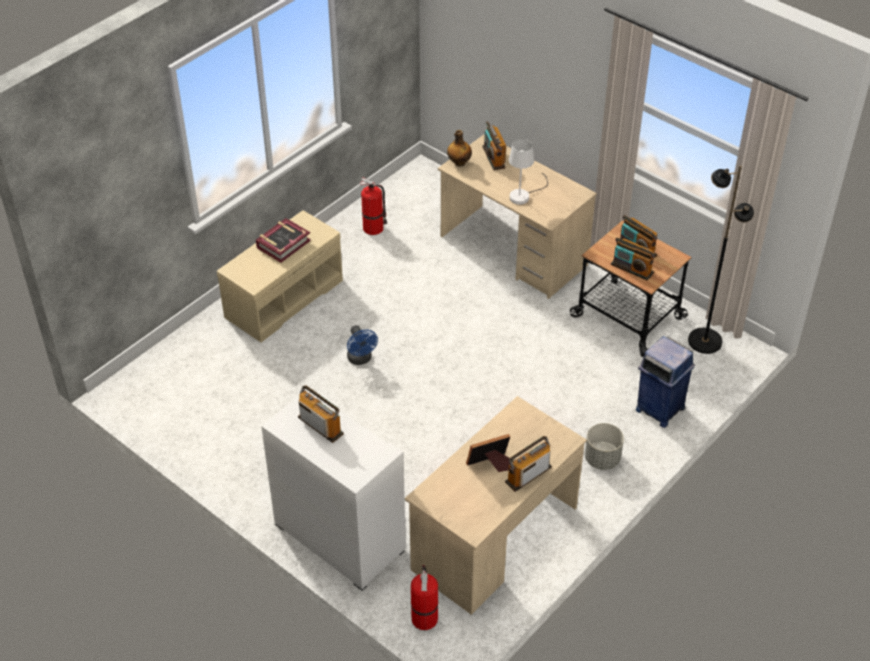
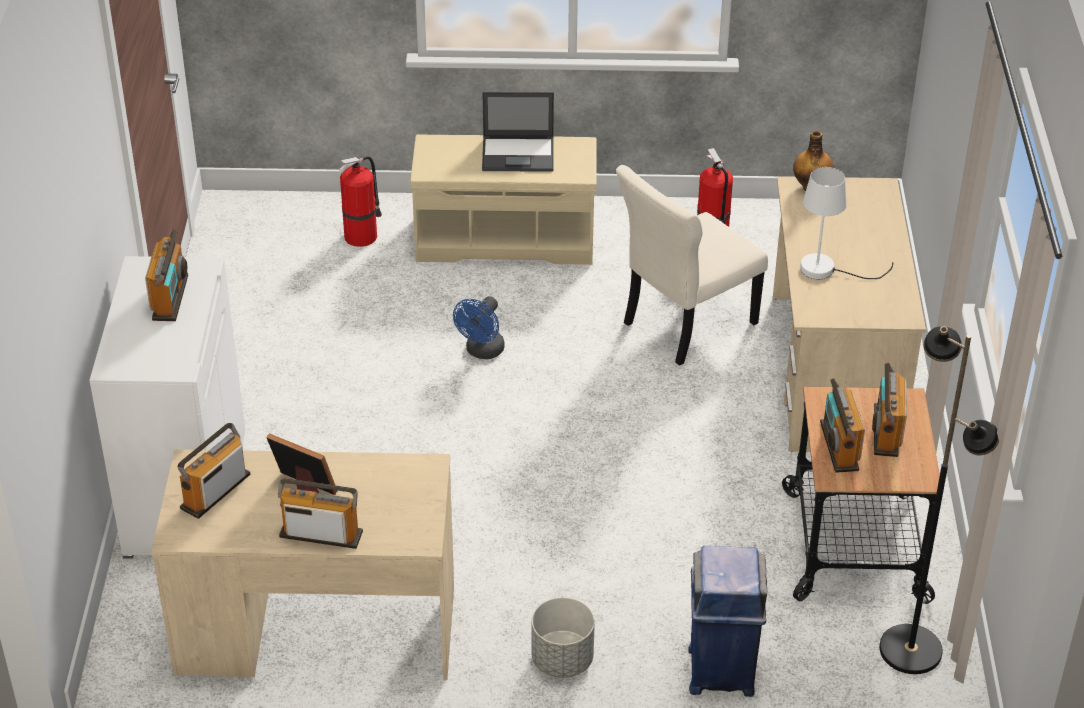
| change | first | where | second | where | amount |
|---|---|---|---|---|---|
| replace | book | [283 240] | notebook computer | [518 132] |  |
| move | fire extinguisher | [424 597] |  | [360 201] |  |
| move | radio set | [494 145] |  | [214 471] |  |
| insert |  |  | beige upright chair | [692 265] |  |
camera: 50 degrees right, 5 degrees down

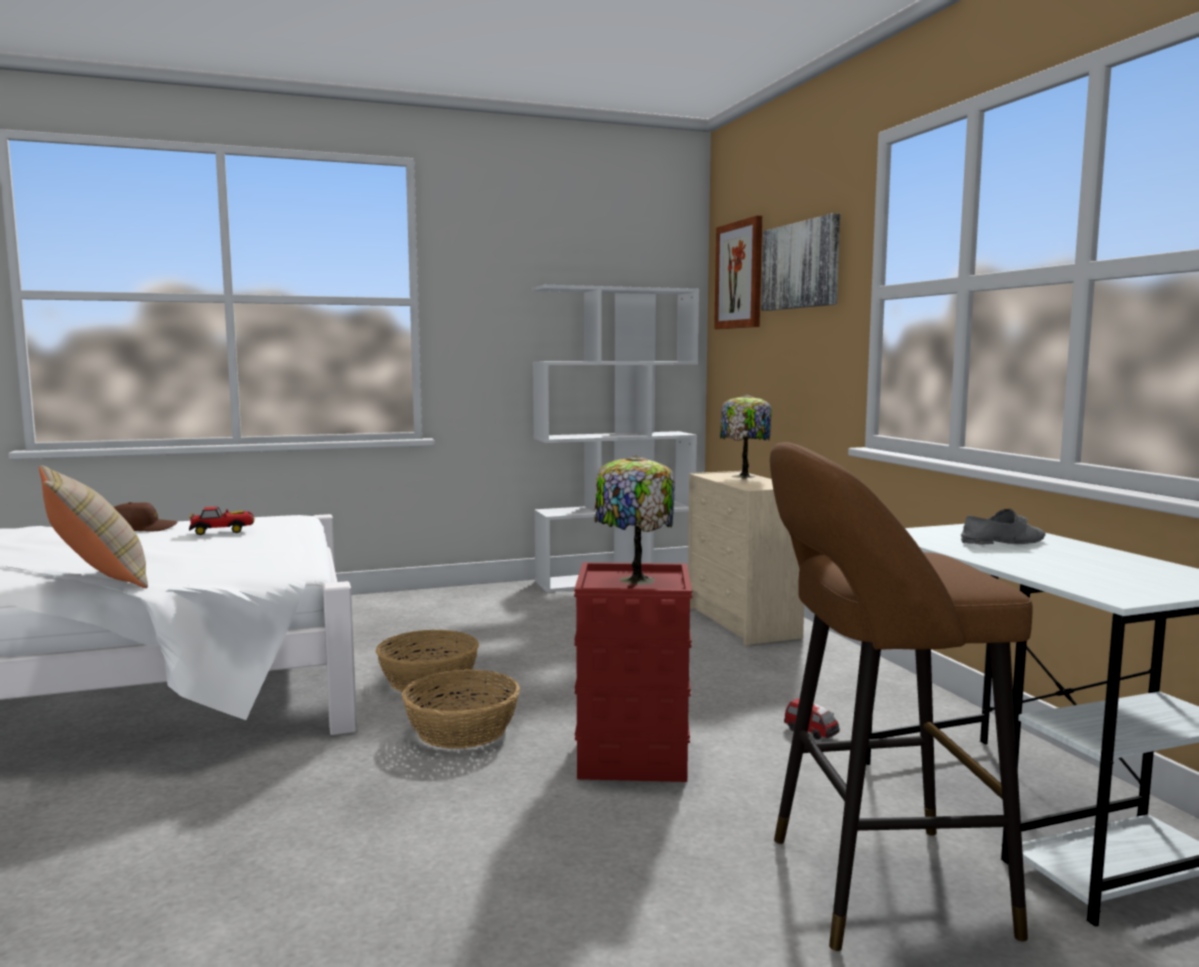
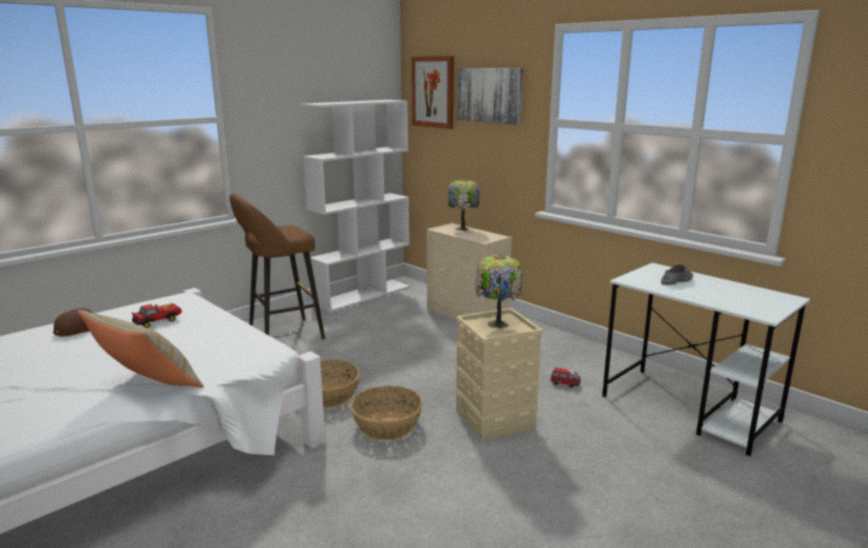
| change | first | where | second | where | amount |
|---|---|---|---|---|---|
| recolor | red-coloured storage box | [633 672] | beige storage box | [499 374] |  |
| move | brownish sitting stool | [901 696] |  | [277 267] |  |
camera: 25 degrees left, 10 degrees up

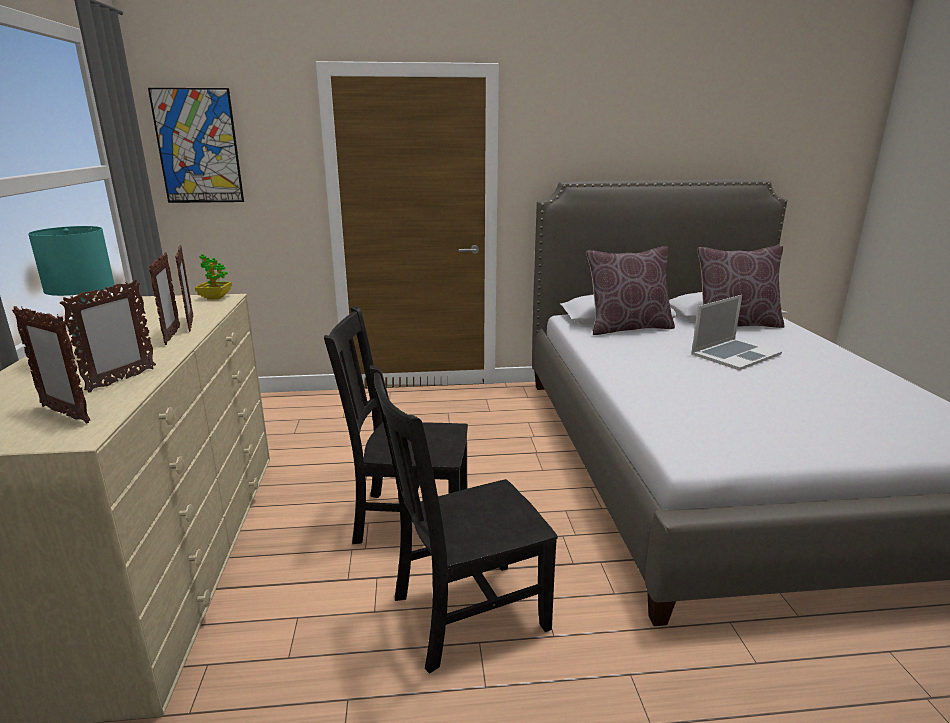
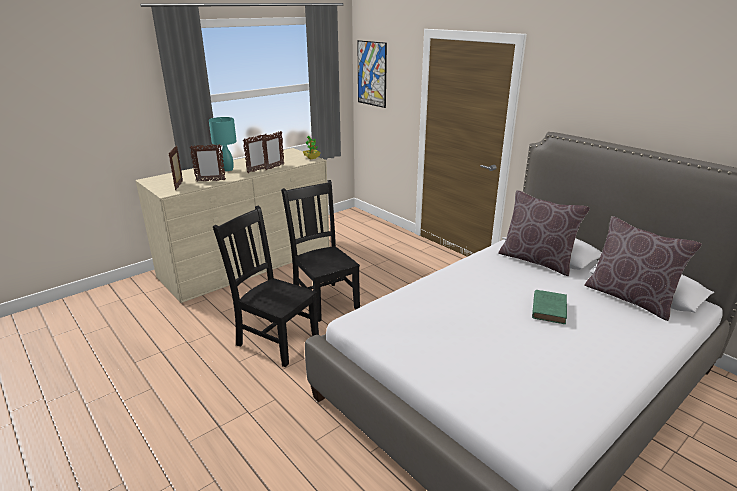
| change | first | where | second | where | amount |
|---|---|---|---|---|---|
| replace | notebook computer | [736 332] | greenish book | [549 307] |  |
camera: 55 degrees right, 5 degrees up

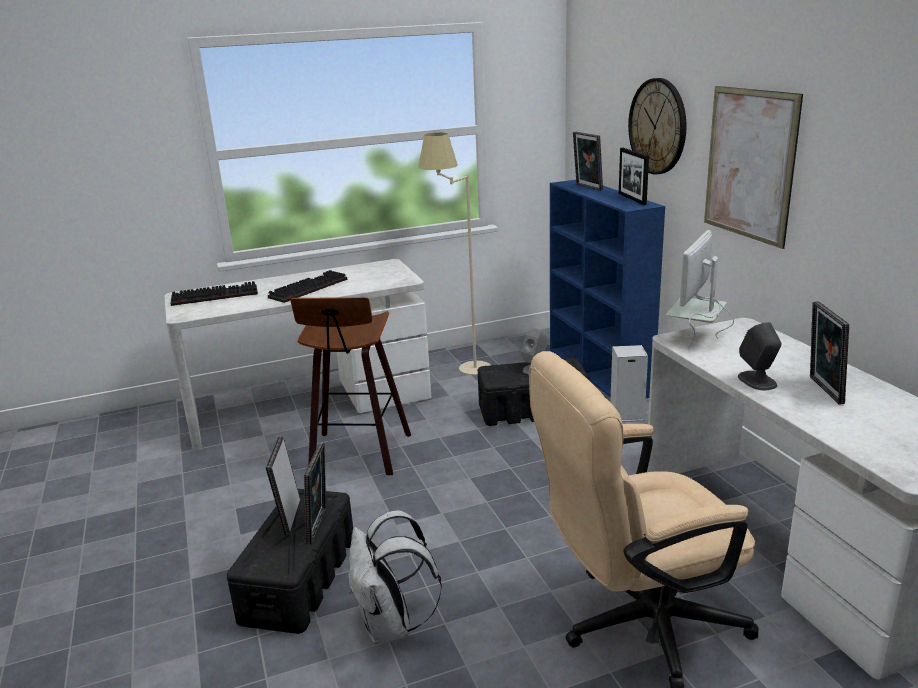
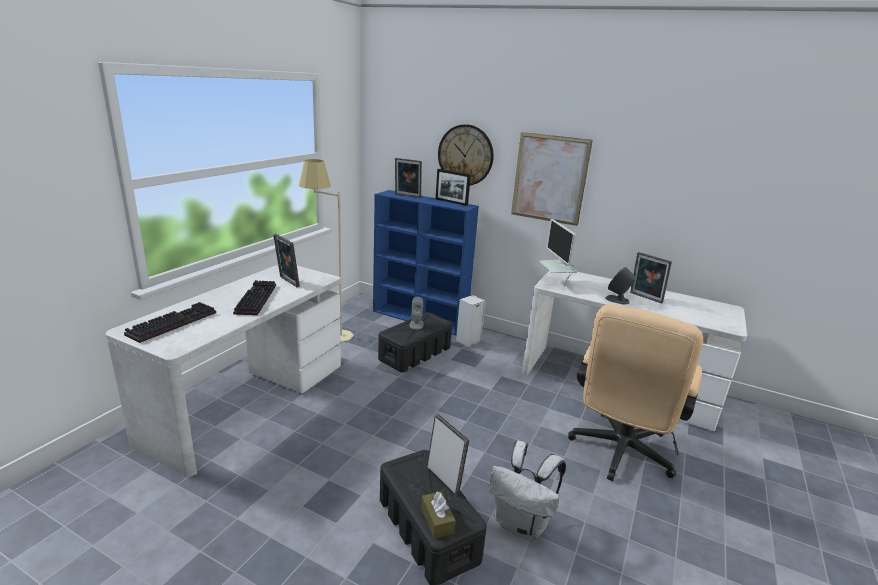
| change | first | where | second | where | amount |
|---|---|---|---|---|---|
| move | photo frame | [283 485] |  | [286 260] |  |
| delete | sitting stool | [351 386] |  |  |  |
| insert |  |  | brownish tissue holder | [438 515] |  |
camera: 45 degrees left, 0 degrees up

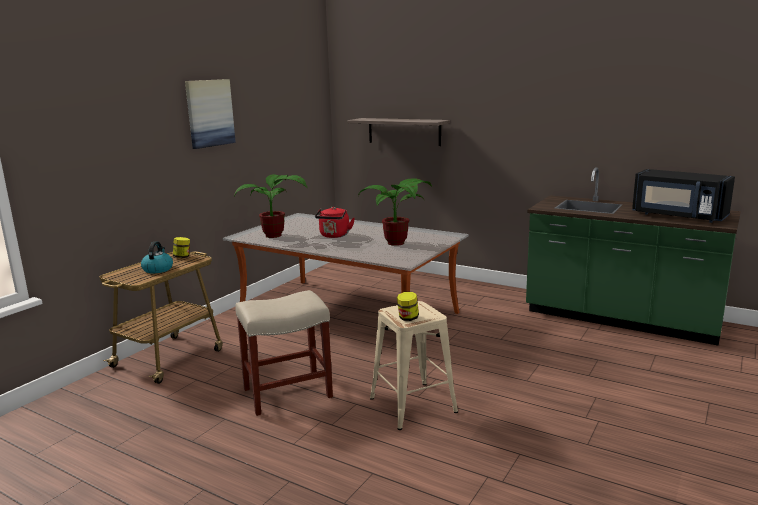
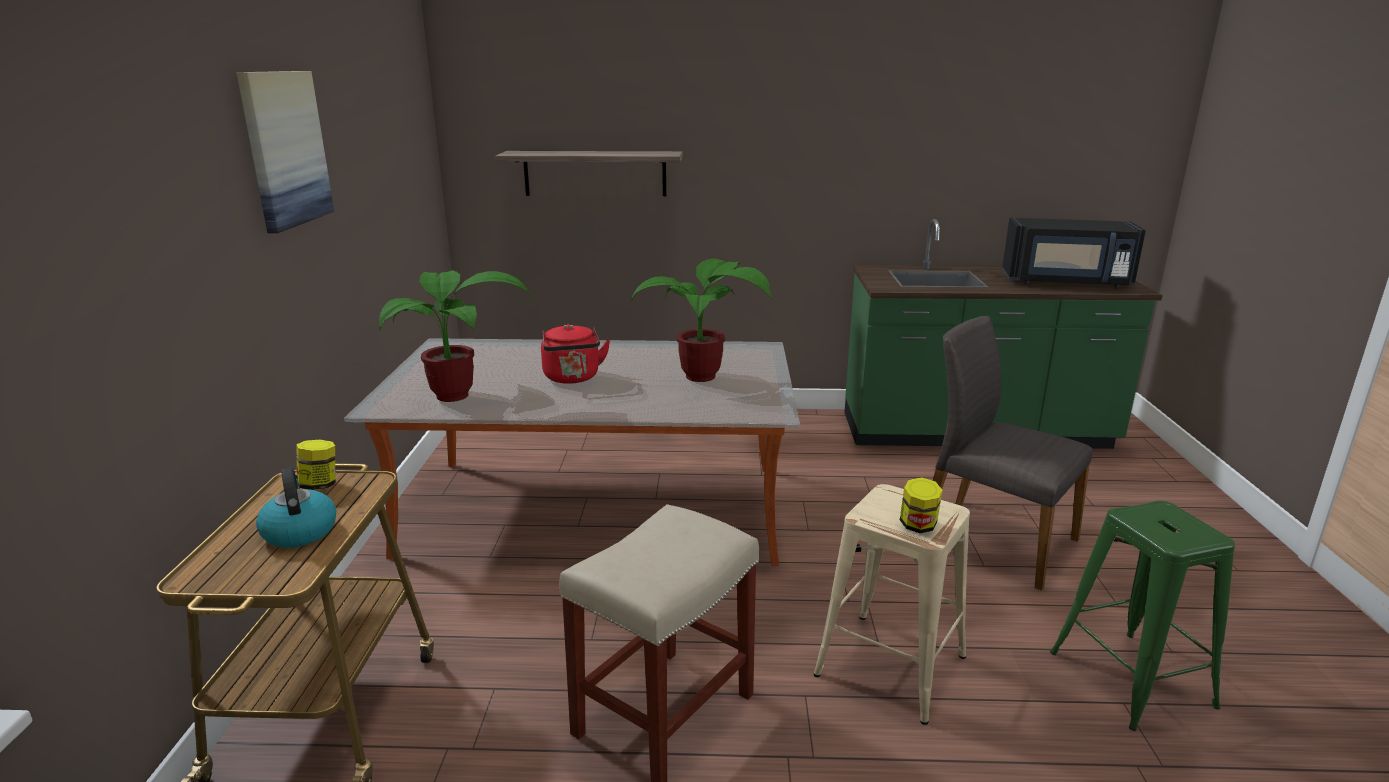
| change | first | where | second | where | amount |
|---|---|---|---|---|---|
| insert |  |  | greyish upright chair | [1013 453] |  |
| insert |  |  | greenish sitting stool | [1142 615] |  |
camera: 30 degrees left, 5 degrees up

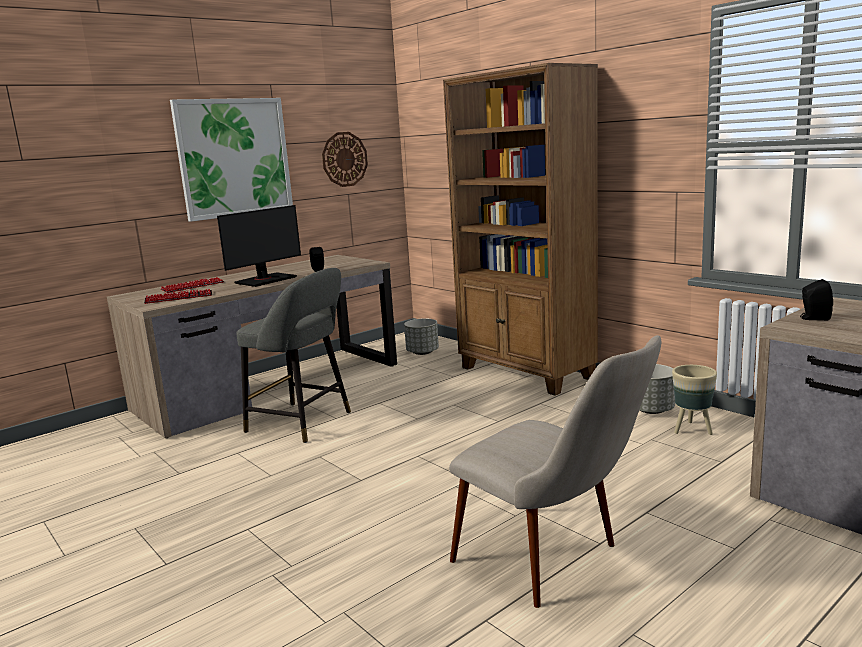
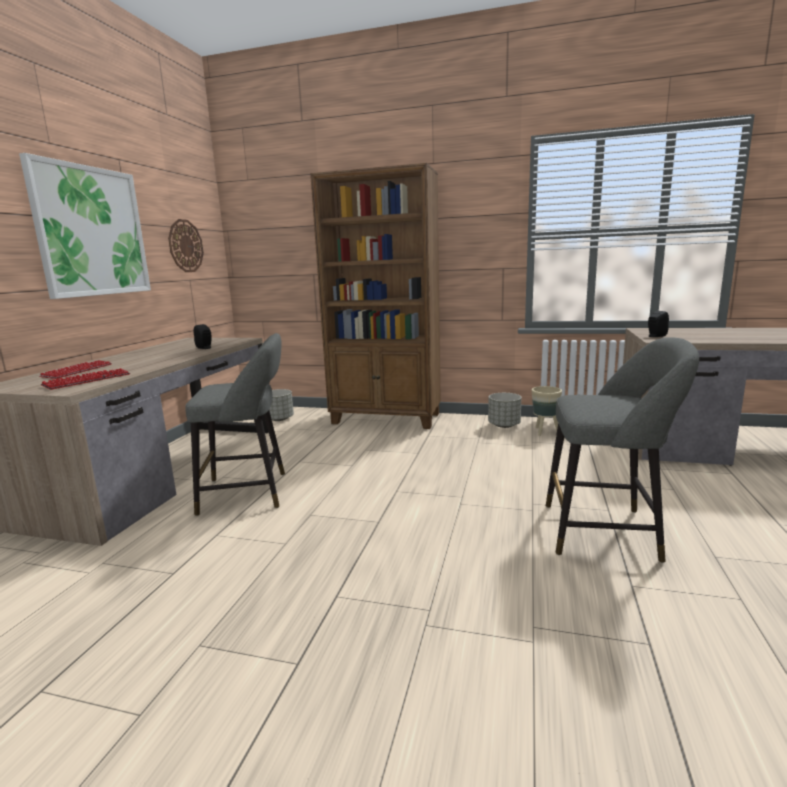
| change | first | where | second | where | amount |
|---|---|---|---|---|---|
| delete | monitor | [259 246] |  |  |  |
| replace | beige upright chair | [555 471] | greyish sitting stool | [622 450] |  |
camera: 35 degrees left, 0 degrees up

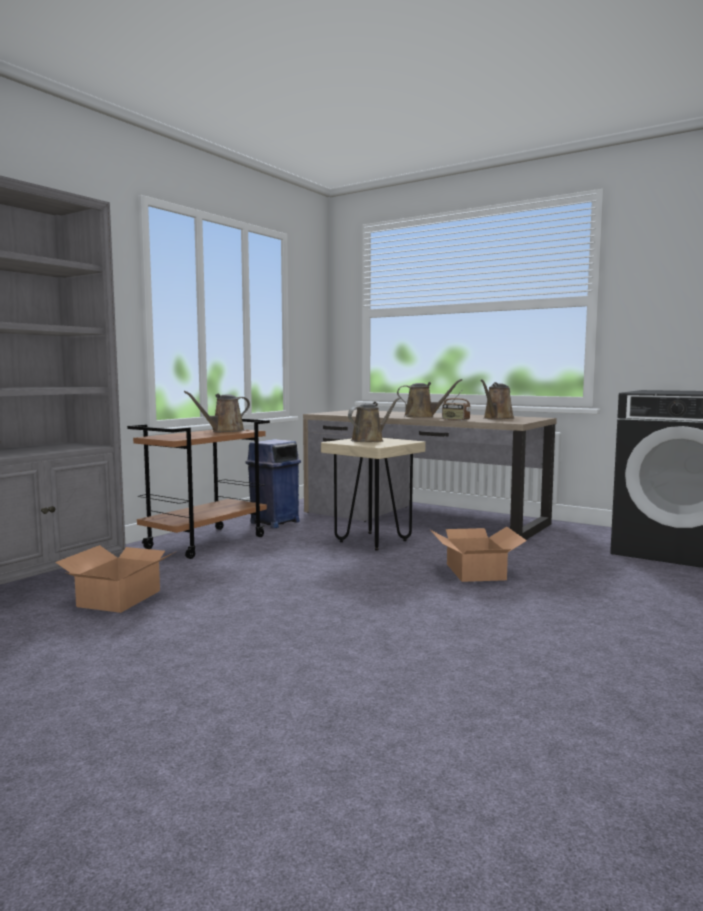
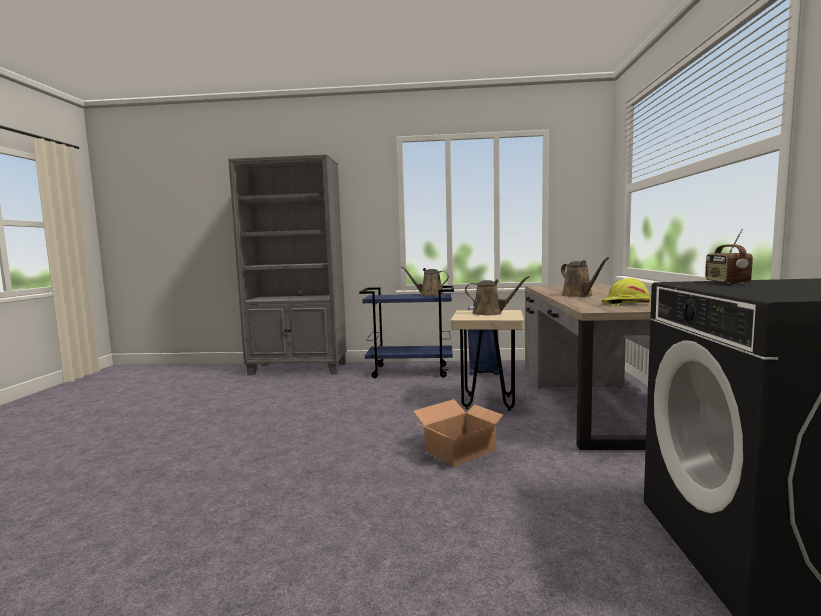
| change | first | where | second | where | amount |
|---|---|---|---|---|---|
| delete | packing box | [115 579] |  |  |  |
| recolor | brownish trolley | [198 489] | bluish trolley | [406 332] |  |
| move | radio set | [456 405] |  | [729 256] |  |
| replace | brownish watering pot | [497 400] | yellow-coloured safety helmet | [626 292] |  |
camera: 60 degrees right, 0 degrees up

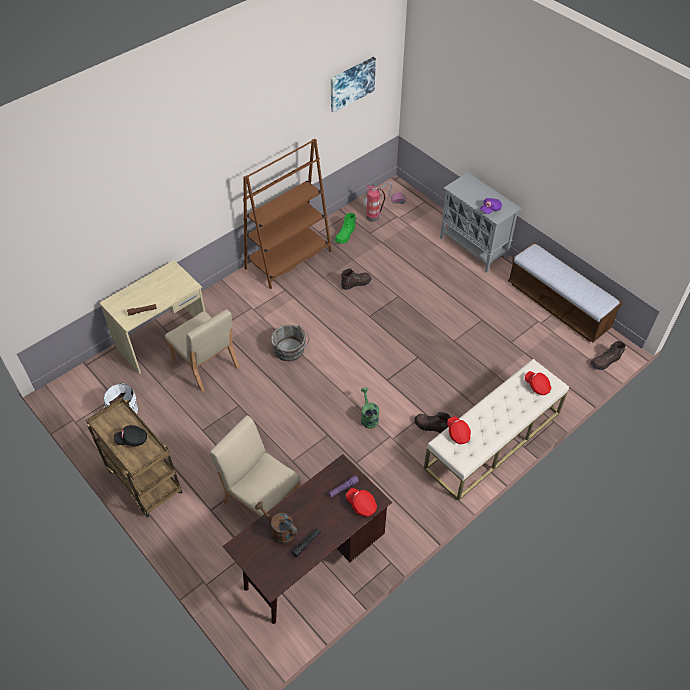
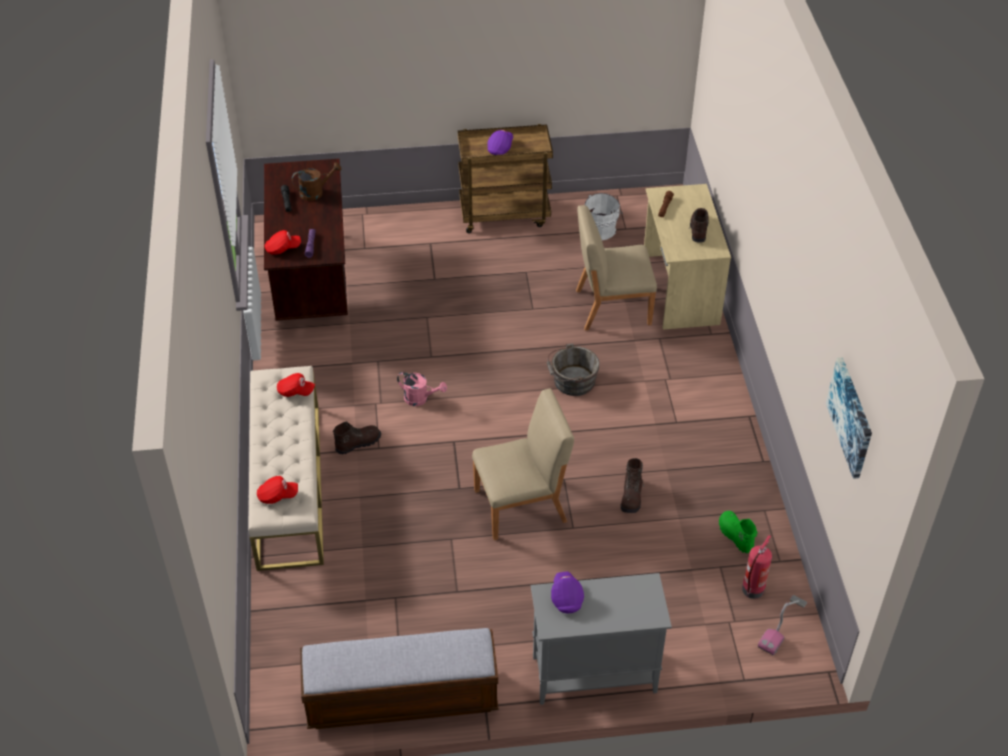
| change | first | where | second | where | amount |
|---|---|---|---|---|---|
| recolor | black peaked cap | [130 436] | purplish peaked cap | [500 142] |  |
| move | beige upright chair | [255 466] |  | [523 464] |  |
| delete | brownish shelving unit | [287 214] |  |  |  |
| recolor | greenish watering pot | [370 408] | pink watering pot | [422 389] |  |
| move | brownish high-top boot | [608 355] |  | [698 225] |  |
camera: 125 degrees right, 5 degrees down

